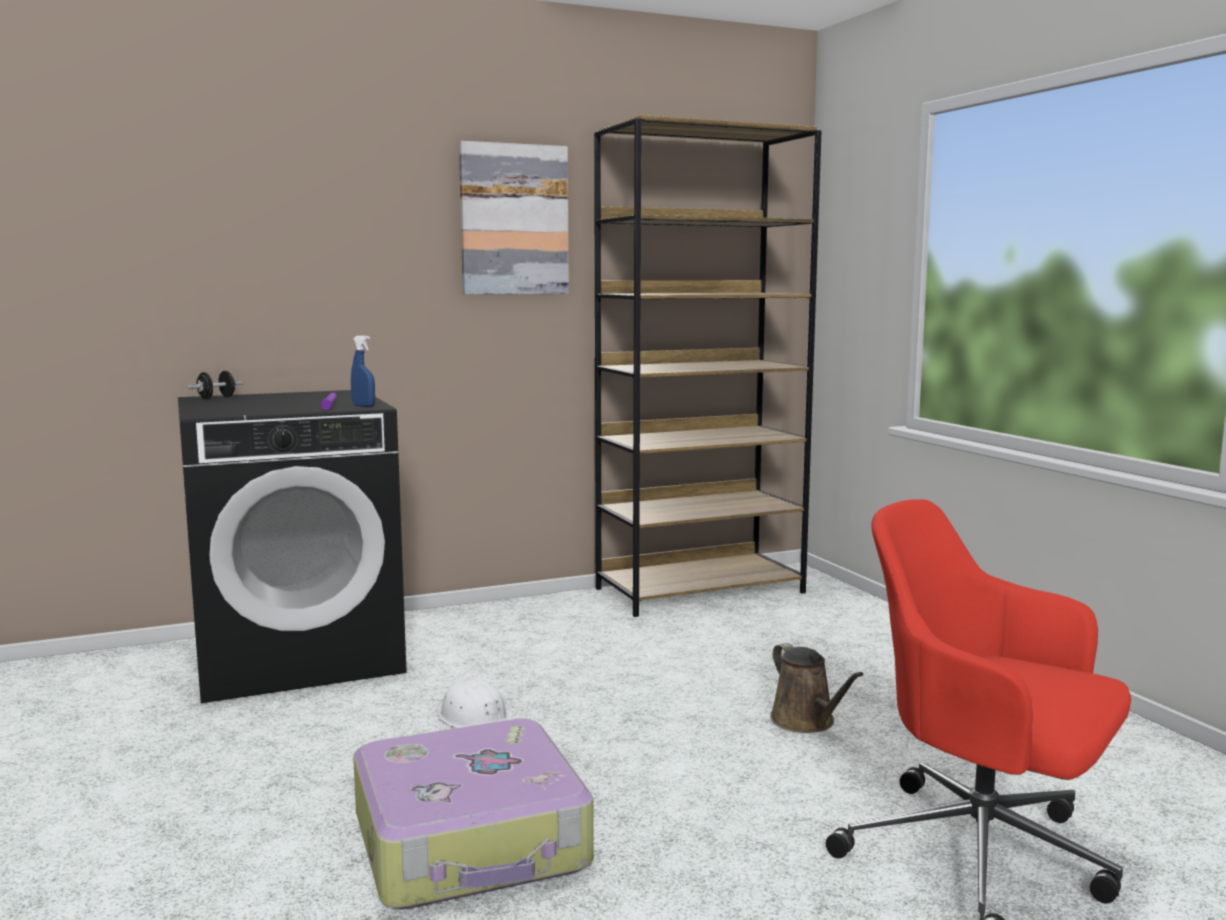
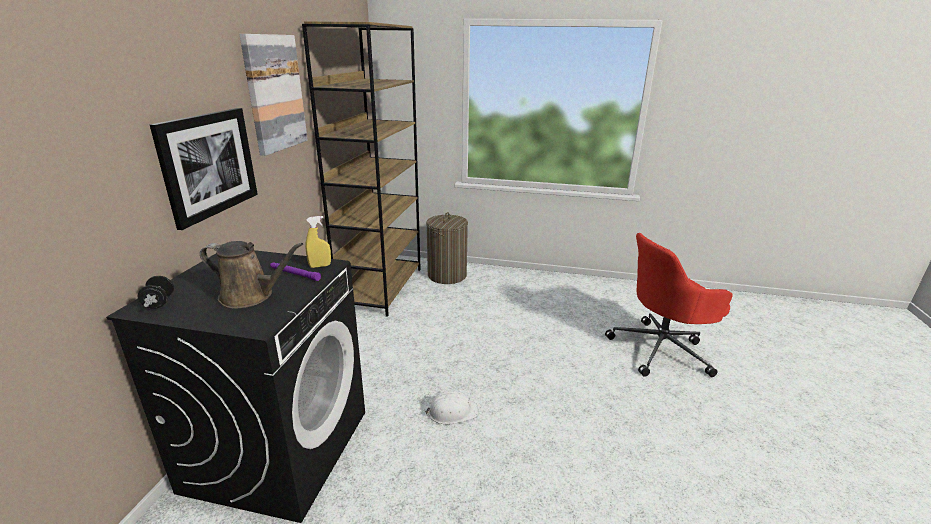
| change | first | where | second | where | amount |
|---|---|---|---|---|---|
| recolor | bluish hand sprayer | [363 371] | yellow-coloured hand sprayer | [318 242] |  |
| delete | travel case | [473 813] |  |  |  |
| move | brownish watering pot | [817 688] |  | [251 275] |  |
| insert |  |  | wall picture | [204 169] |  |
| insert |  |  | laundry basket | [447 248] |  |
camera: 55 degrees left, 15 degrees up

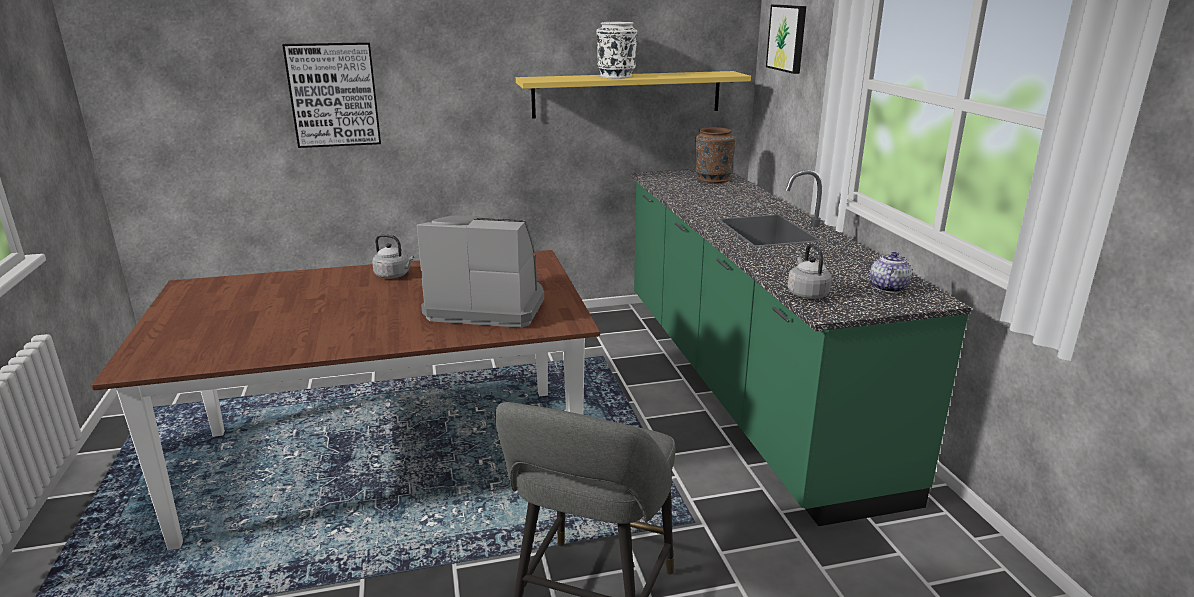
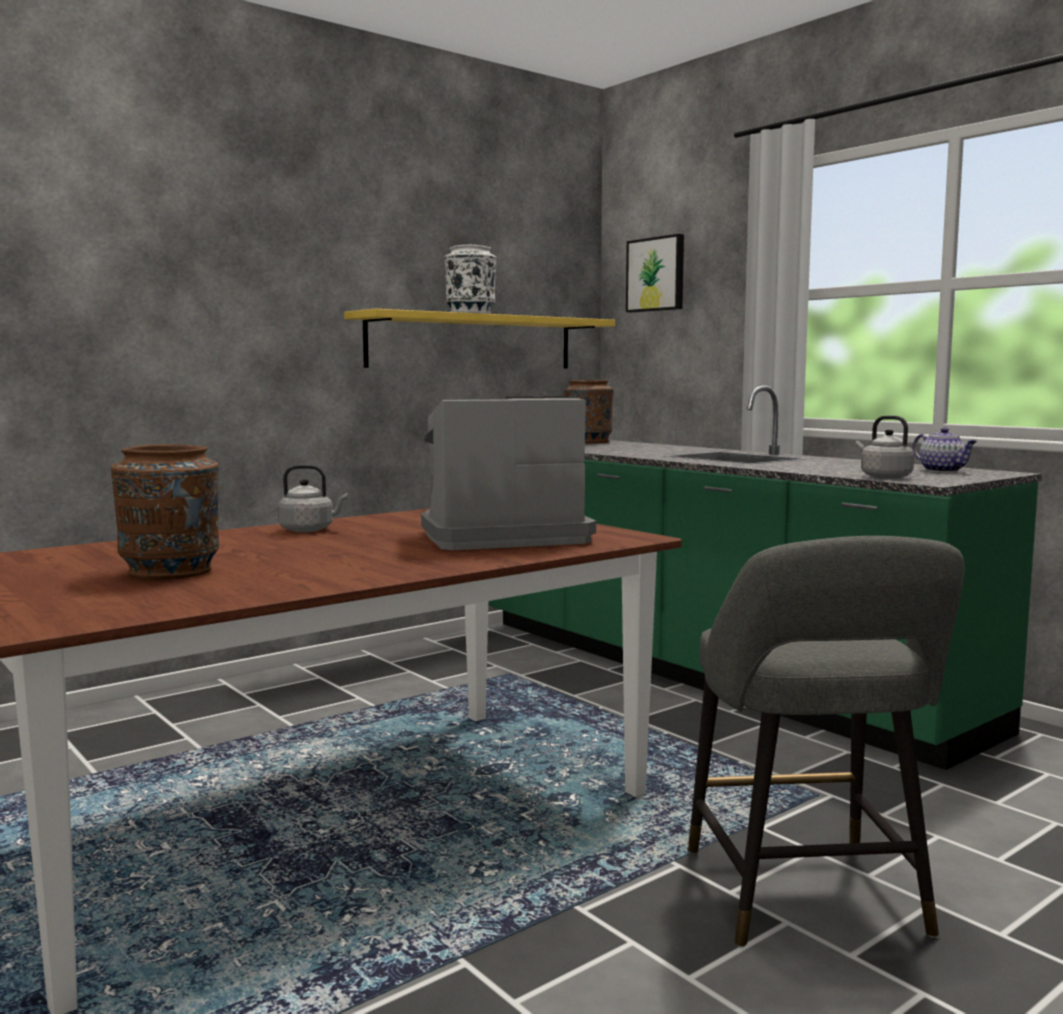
| change | first | where | second | where | amount |
|---|---|---|---|---|---|
| delete | wall picture | [331 95] |  |  |  |
| rotate | pot for tea | [891 272] |  | [945 449] | 150 degrees clockwise |
| insert |  |  | brownish decorative vase | [165 512] |  |
camera: 25 degrees left, 15 degrees down

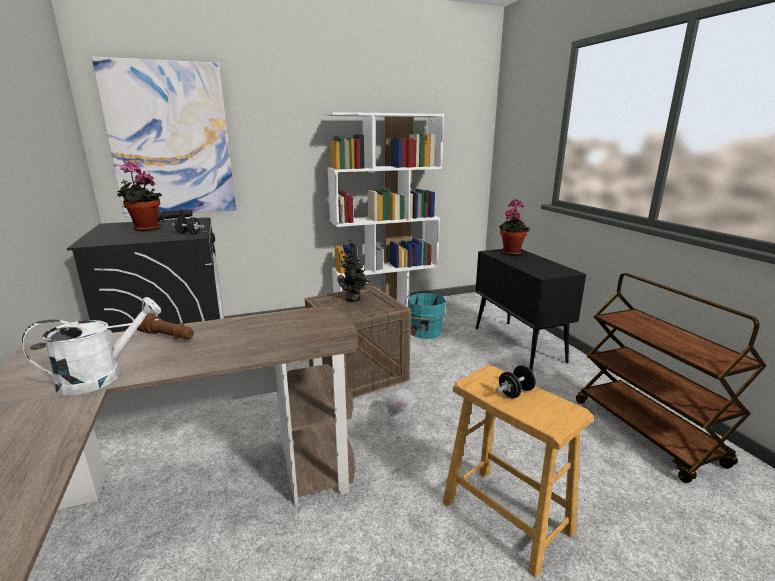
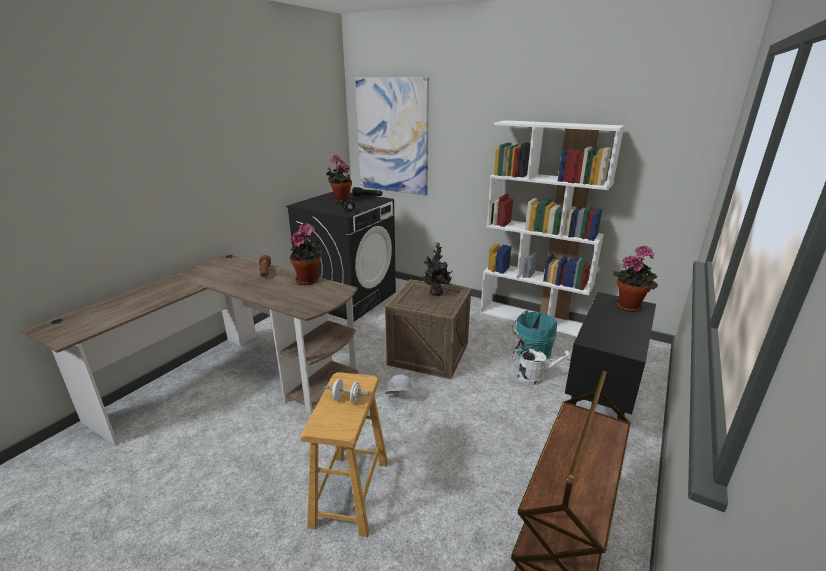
| change | first | where | second | where | amount |
|---|---|---|---|---|---|
| move | white-coloured watering pot | [91 346] |  | [541 366] |  |
| recolor | black hand weight | [516 381] | white-coloured hand weight | [346 391] |  |
| insert |  |  | potted plant | [307 254] |  |
camera: 50 degrees right, 5 degrees up

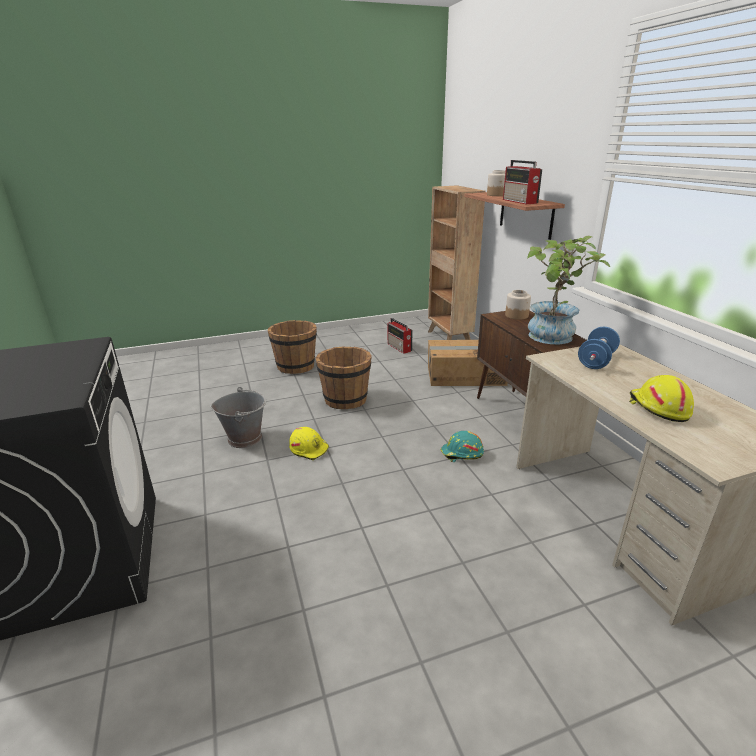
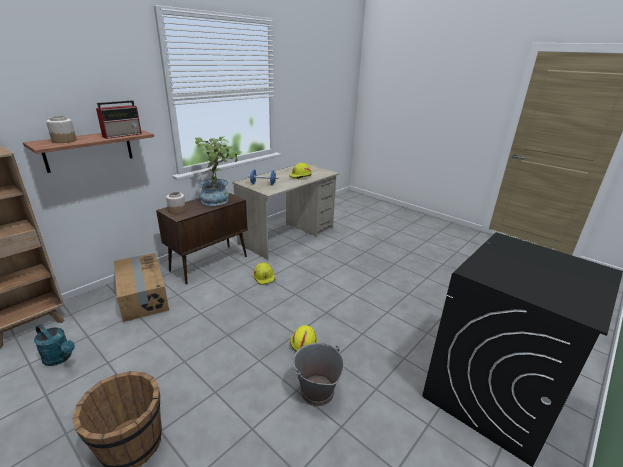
| change | first | where | second | where | amount |
|---|---|---|---|---|---|
| delete | brownish water bucket | [344 377] |  |  |  |
| replace | radio set | [400 336] | turquoise watering pot | [54 345] |  |
| recolor | turquoise safety helmet | [462 446] | yellow-coloured safety helmet | [264 273] |  |
camera: 120 degrees left, 0 degrees up

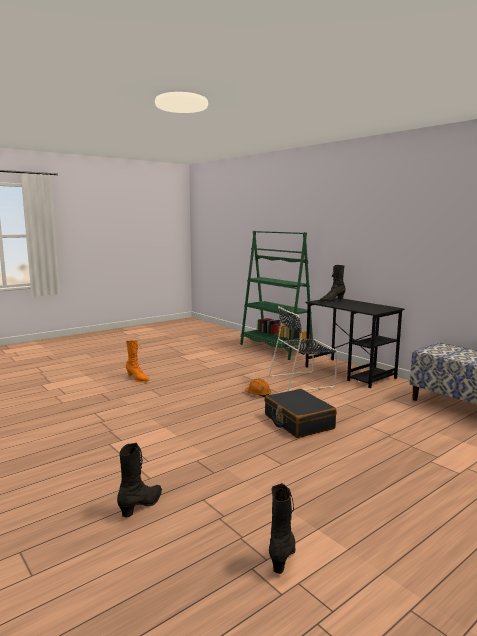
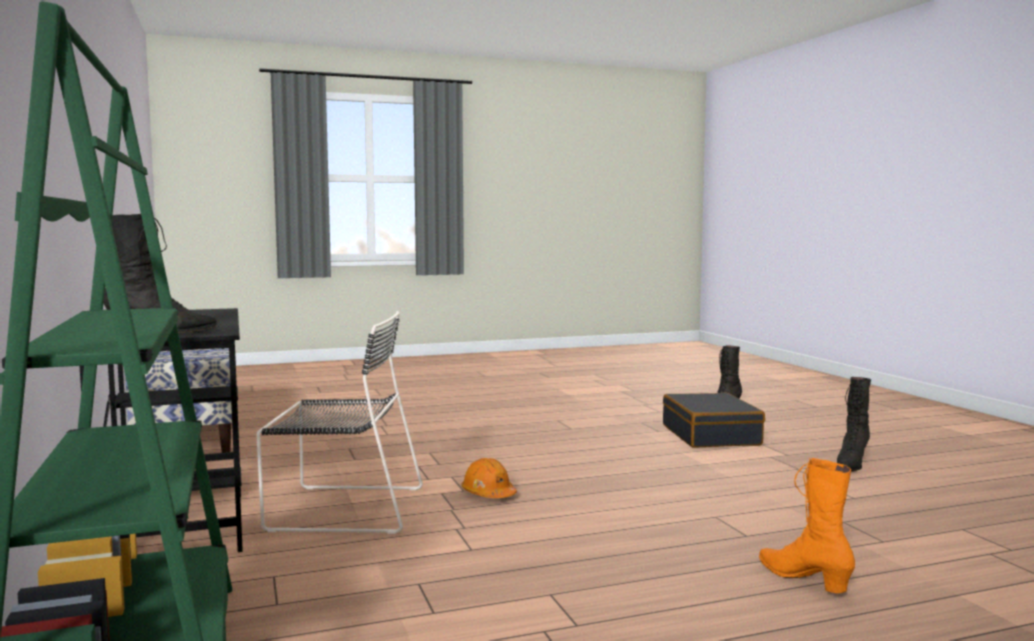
| change | first | where | second | where | amount |
|---|---|---|---|---|---|
| move | black travel case | [301 413] |  | [714 420] |  |
| move | black high-top boot | [282 528] |  | [854 424] |  |
camera: 160 degrees left, 5 degrees down

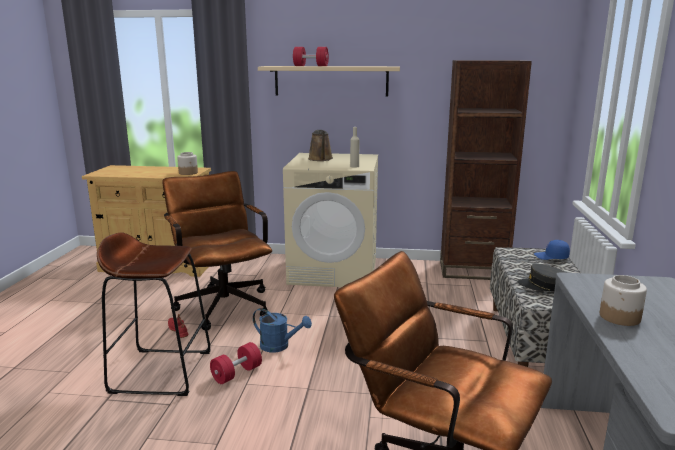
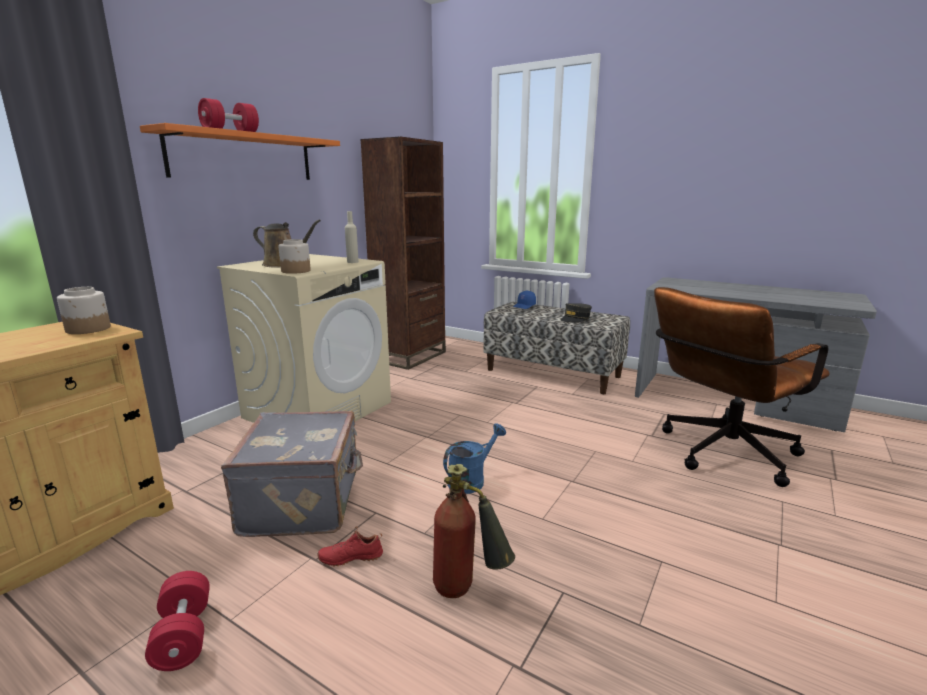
| change | first | where | second | where | amount |
|---|---|---|---|---|---|
| replace | brownish sitting stool | [154 314] | fire extinguisher | [474 531] |  |
| replace | brownish desk chair | [217 250] | greyish travel case | [292 474] |  |
| move | red-coloured hand weight | [236 363] |  | [177 621] |  |
| recolor | beige shelf | [329 81] | orange-coloured shelf | [240 151] |  |
| move | storage jar | [623 300] |  | [294 256] |  |
camera: 65 degrees left, 0 degrees up

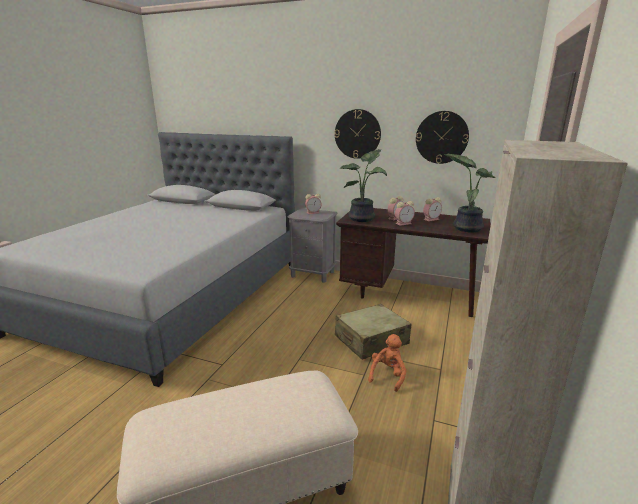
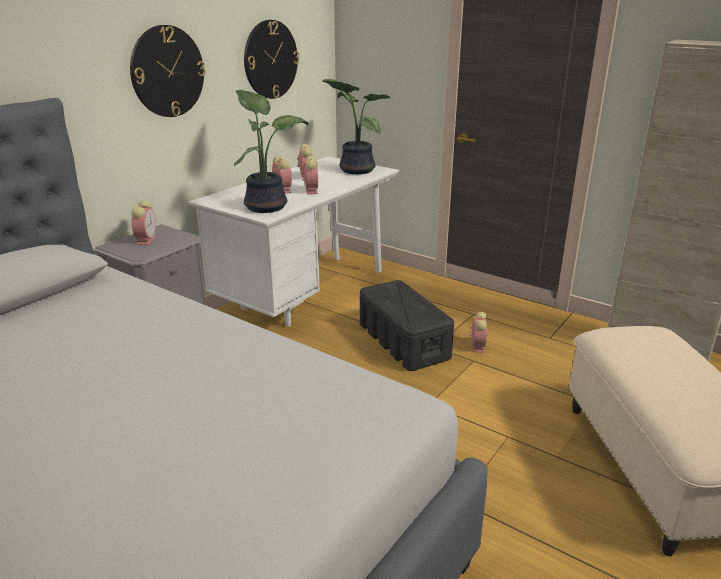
| change | first | where | second | where | amount |
|---|---|---|---|---|---|
| replace | beige travel case | [373 332] | black storage box | [407 325] |  |
| recolor | brownish desk table | [413 262] | white-coloured desk table | [293 241] |  |
| replace | orange-coloured soft toy | [387 363] | bedside clock | [478 332] |  |
camera: 75 degrees left, 5 degrees up

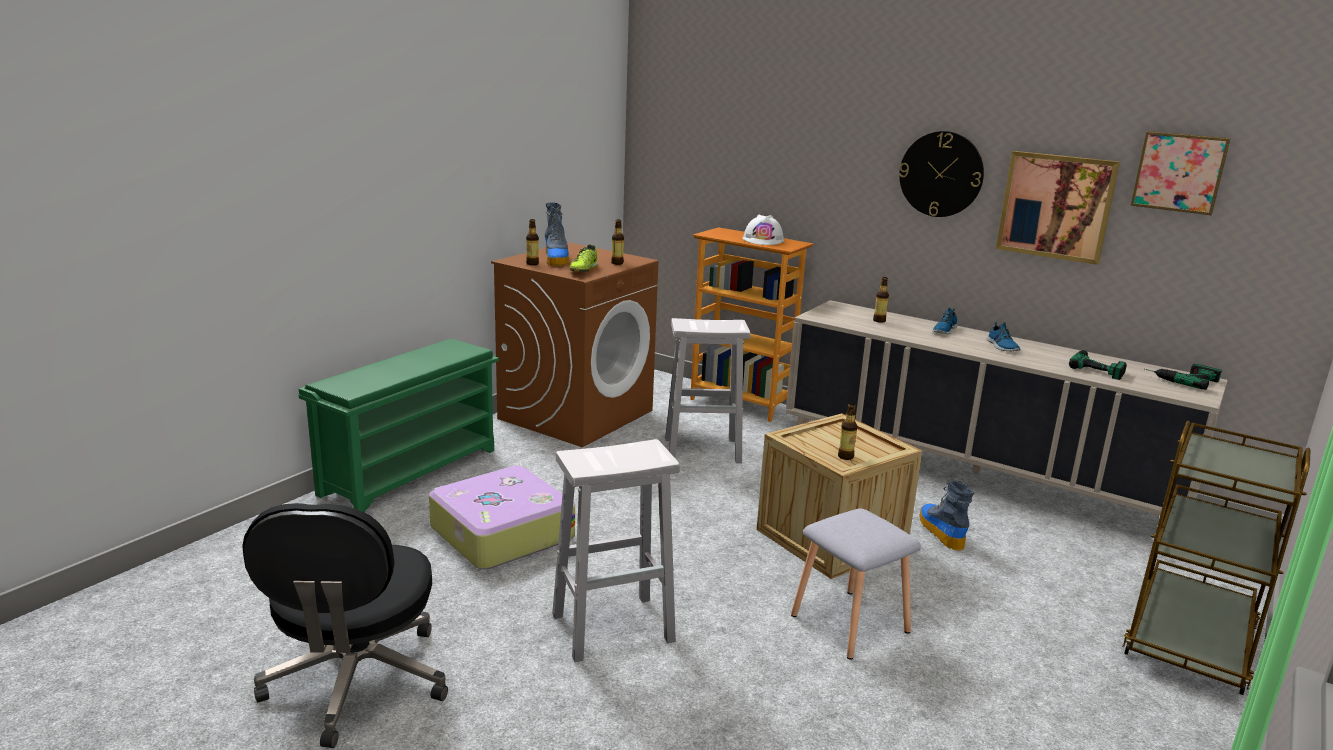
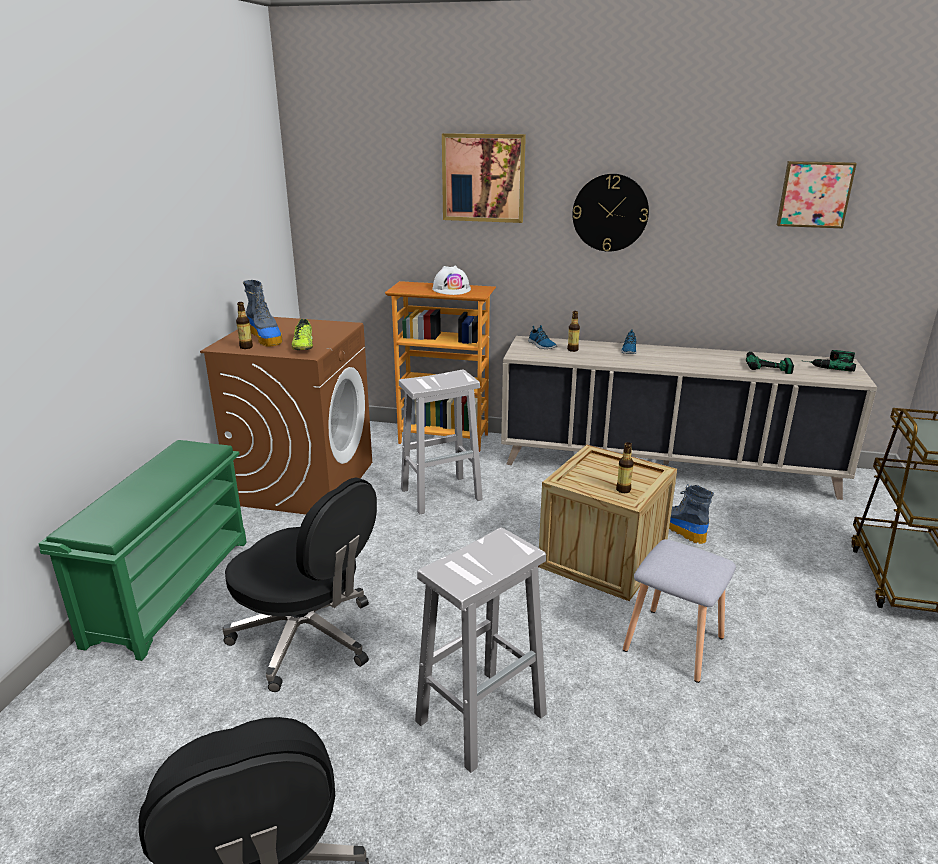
| change | first | where | second | where | amount |
|---|---|---|---|---|---|
| replace | travel case | [502 517] | black desk chair | [299 584] |  |
| delete | beverage bottle | [617 242] |  |  |  |
| move | low shoe | [1003 336] |  | [542 337] |  |
| move | wall picture | [1058 208] |  | [484 178] |  |
camera: 20 degrees left, 5 degrees up

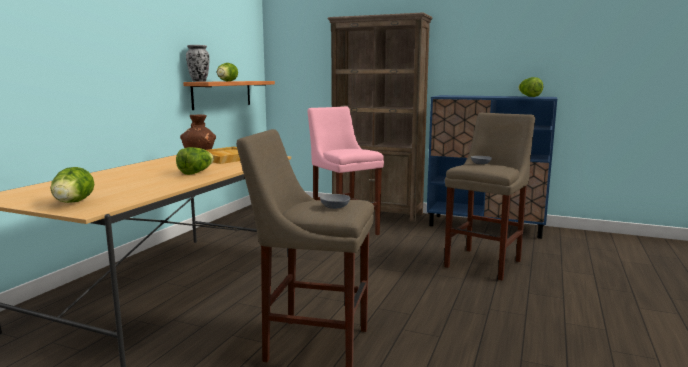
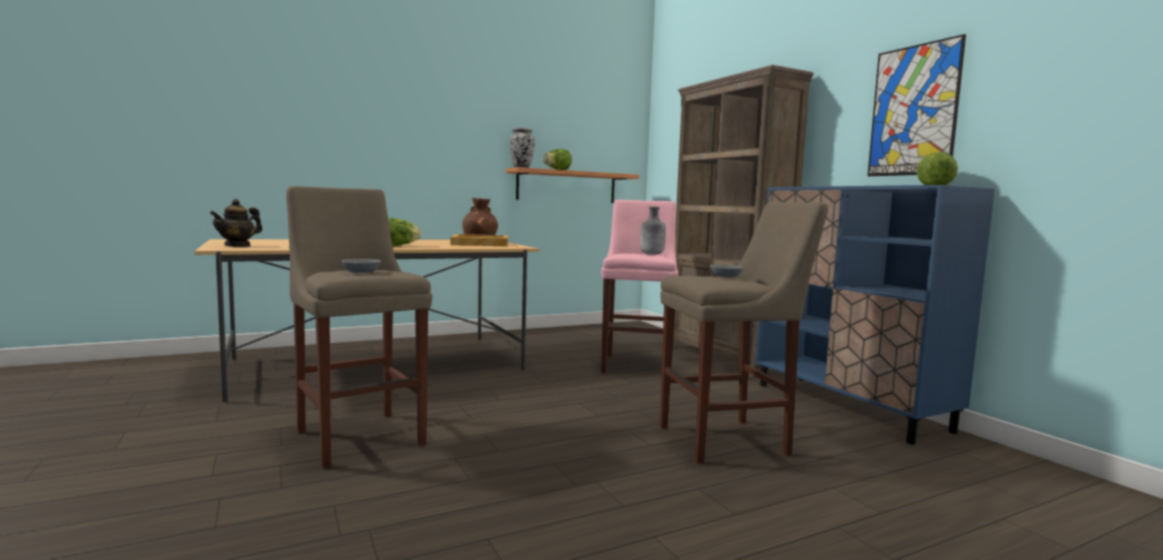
| change | first | where | second | where | amount |
|---|---|---|---|---|---|
| replace | head of lettuce | [72 185] | pot for tea | [236 223] |  |
| insert |  |  | greyish beverage bottle | [653 231] |  |
| insert |  |  | wall picture | [917 105] |  |
camera: 40 degrees right, 5 degrees down

